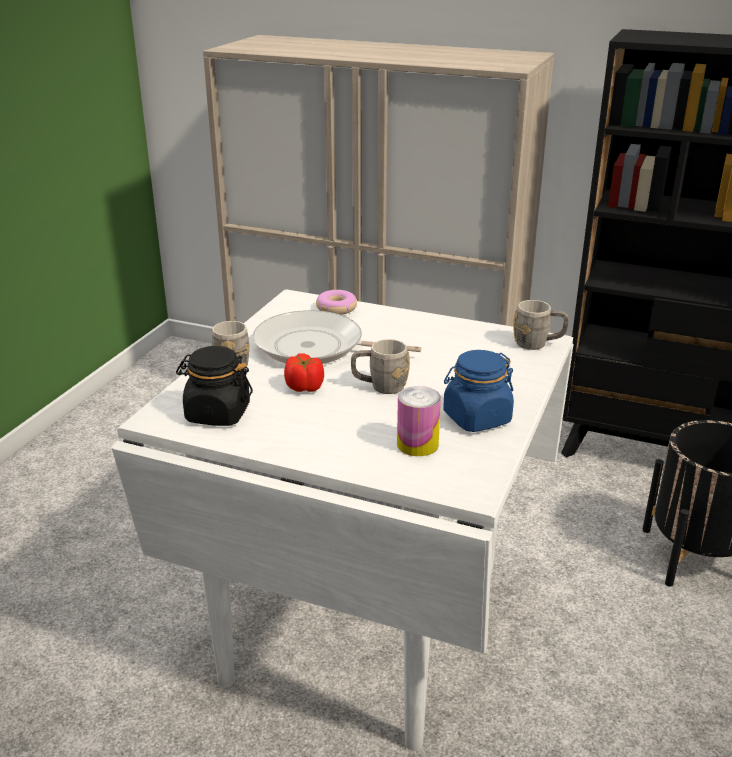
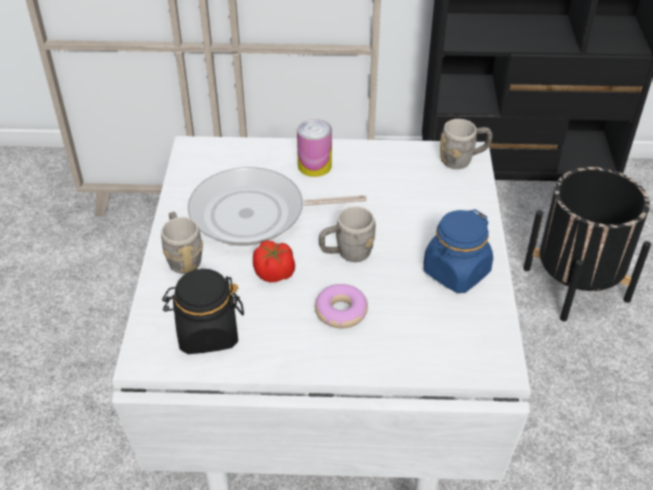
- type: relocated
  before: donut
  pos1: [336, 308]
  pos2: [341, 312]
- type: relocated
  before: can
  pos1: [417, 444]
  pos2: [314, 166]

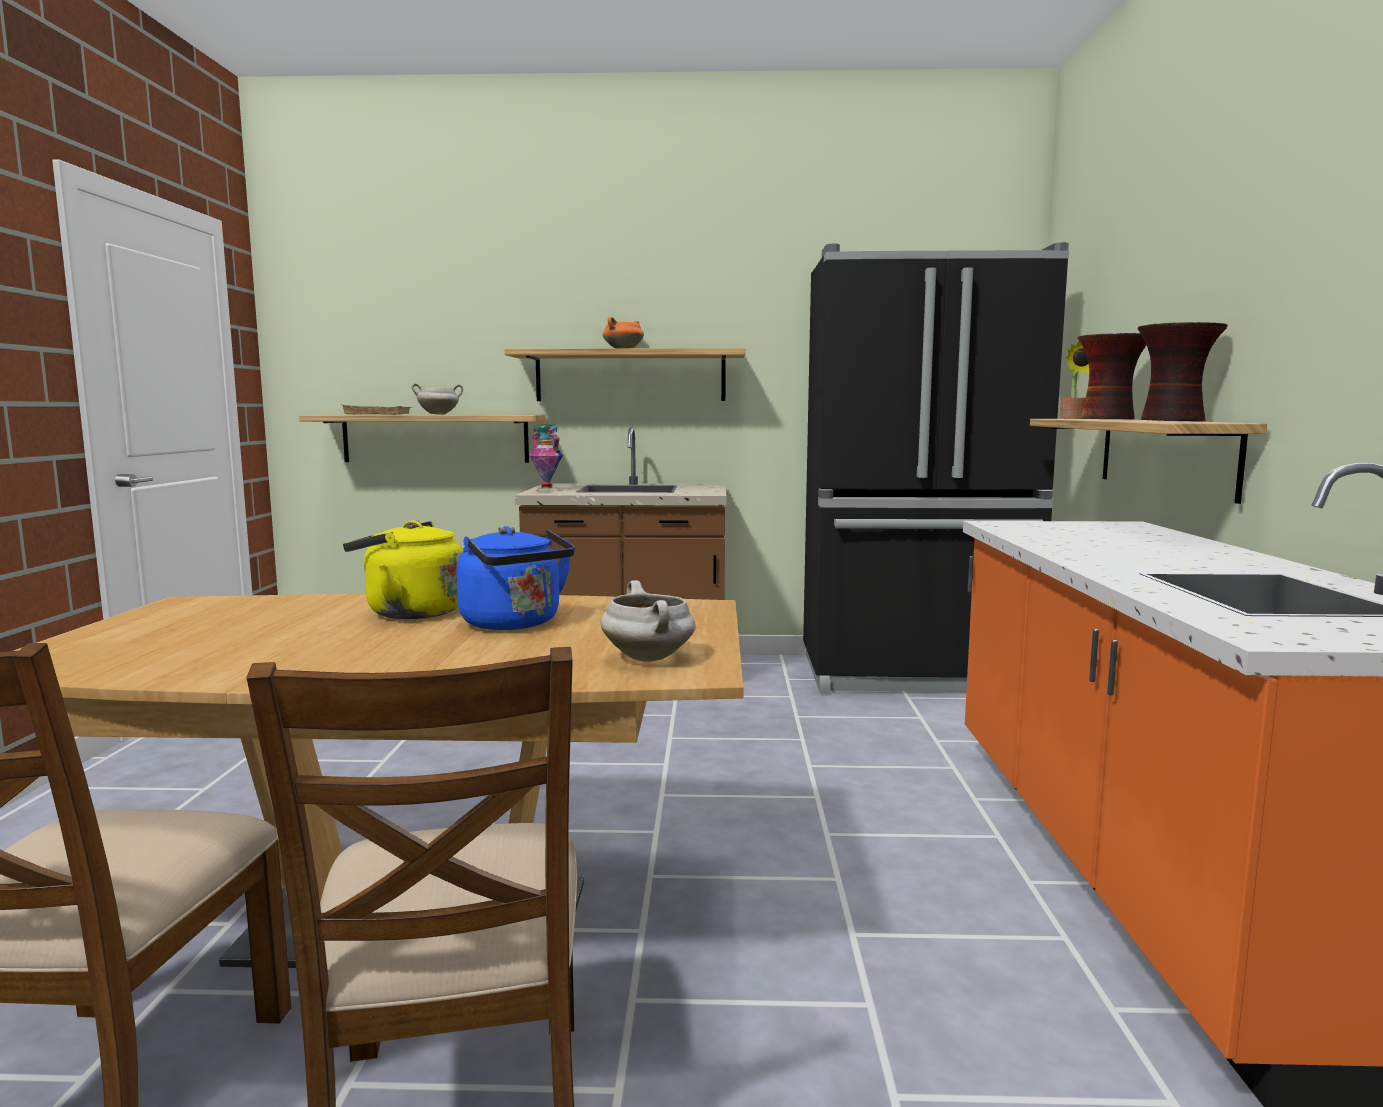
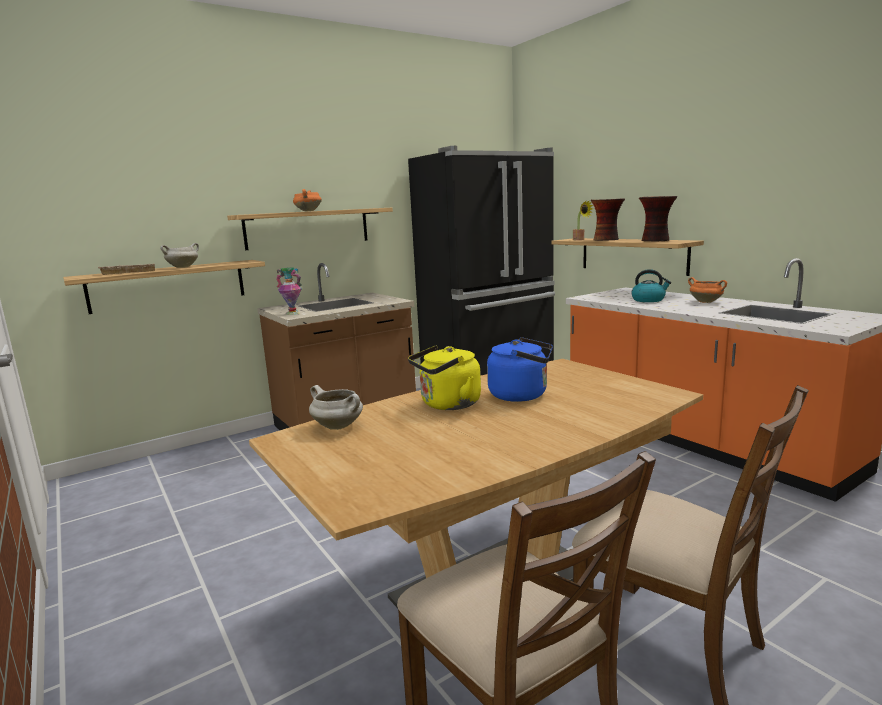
- type: appeared
  after: kettle
  pos2: [648, 300]
- type: appeared
  after: orange_cooking_pot
  pos2: [706, 302]
- type: relocated
  before: white_cooking_pot
  pos1: [650, 658]
  pos2: [339, 426]

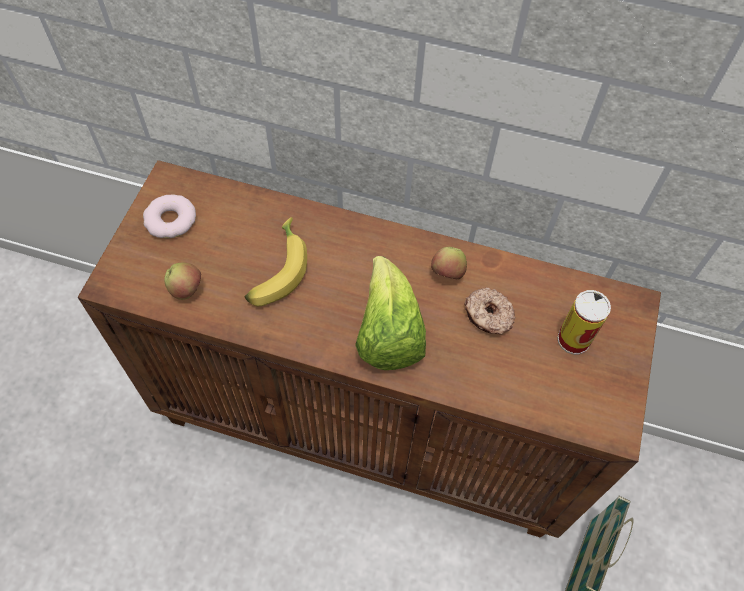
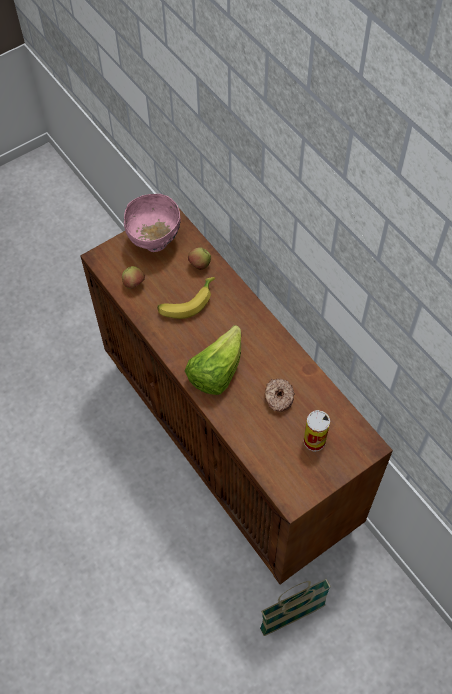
- type: relocated
  before: apple
  pos1: [447, 273]
  pos2: [199, 265]
- type: exchanged
  before: donut
  after: pink_bowl
  pos1: [171, 220]
  pos2: [155, 241]

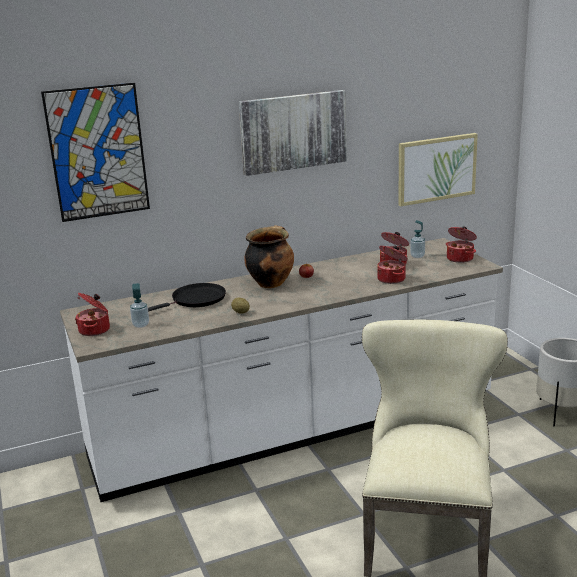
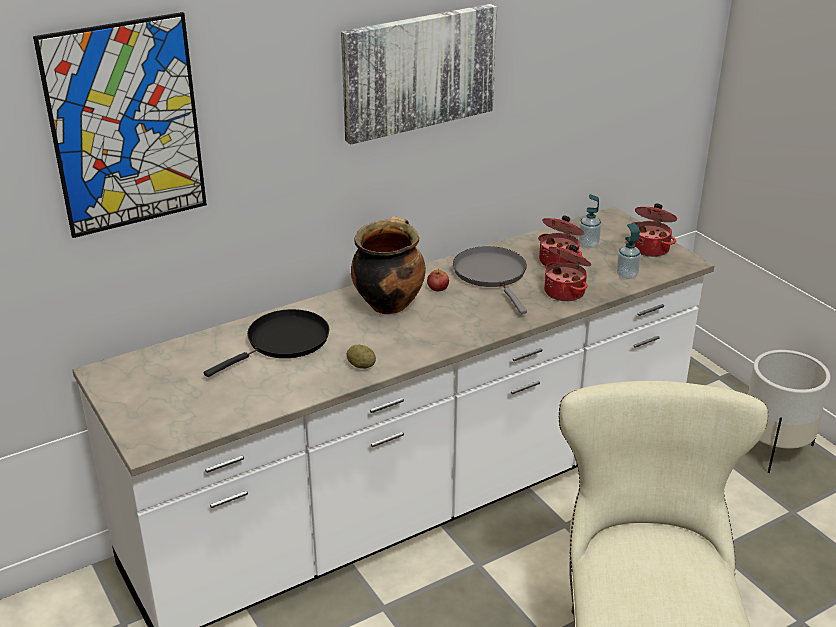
- type: missing
  before: cooking_pot
  pos1: [95, 330]
- type: missing
  before: picture
  pos1: [436, 168]
- type: appeared
  after: grey_frying_pan
  pos2: [492, 274]
- type: relocated
  before: soap_dispenser
  pos1: [141, 325]
  pos2: [626, 275]

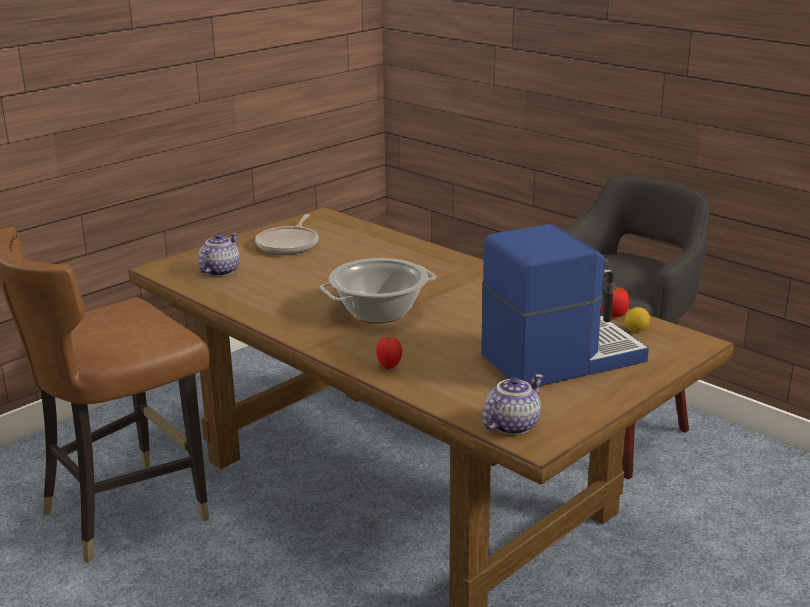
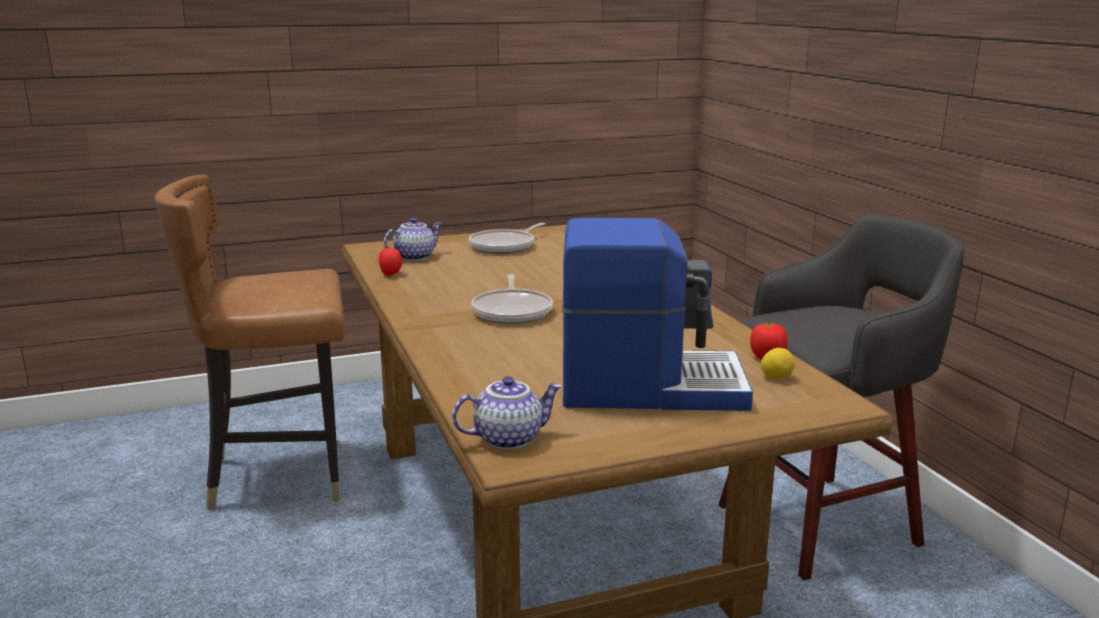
- type: relocated
  before: tomato
  pos1: [389, 366]
  pos2: [391, 274]
- type: exchanged
  before: cooking_pot
  after: frying_pan
  pos1: [379, 312]
  pos2: [512, 311]

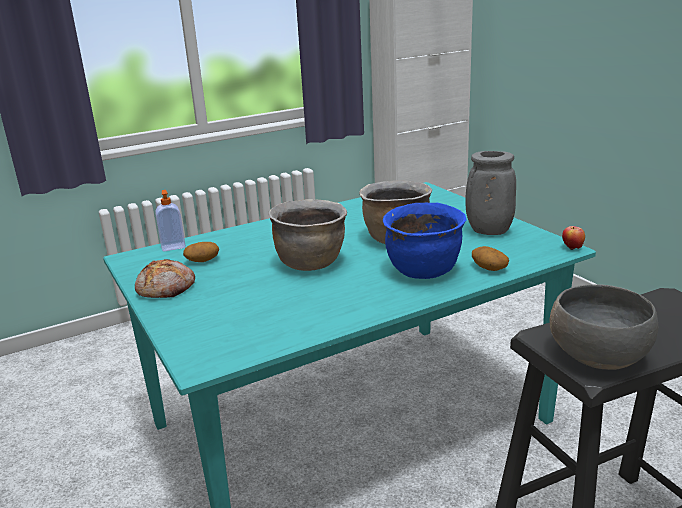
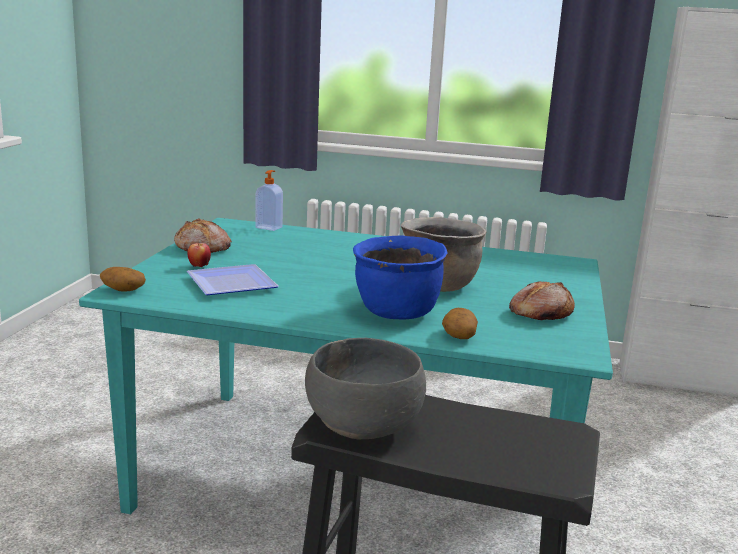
- type: missing
  before: brown_cooking_pot
  pos1: [311, 263]
- type: appeared
  after: plate
  pos2: [230, 285]
- type: relocated
  before: potato
  pos1: [202, 260]
  pos2: [123, 290]
- type: relocated
  before: apple
  pos1: [572, 248]
  pos2: [199, 266]
- type: exchanged
  before: grey_vase
  after: bread
  pos1: [488, 231]
  pos2: [540, 313]

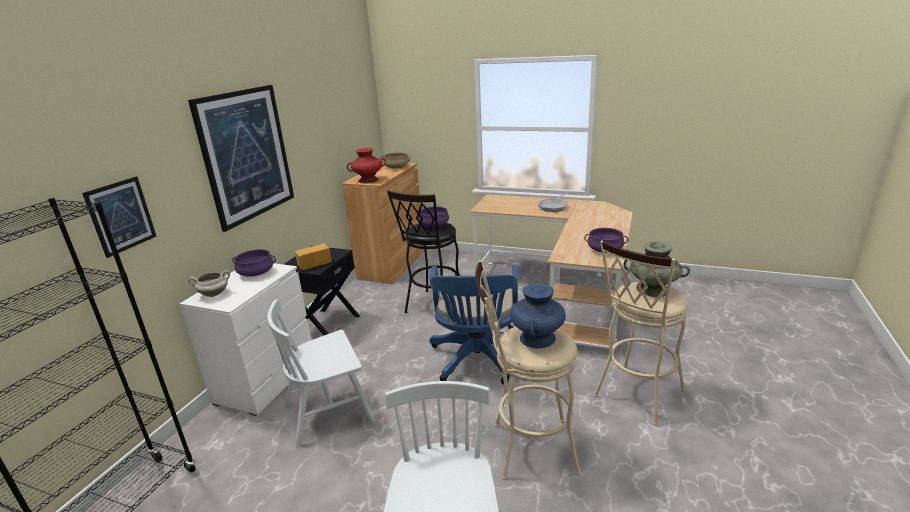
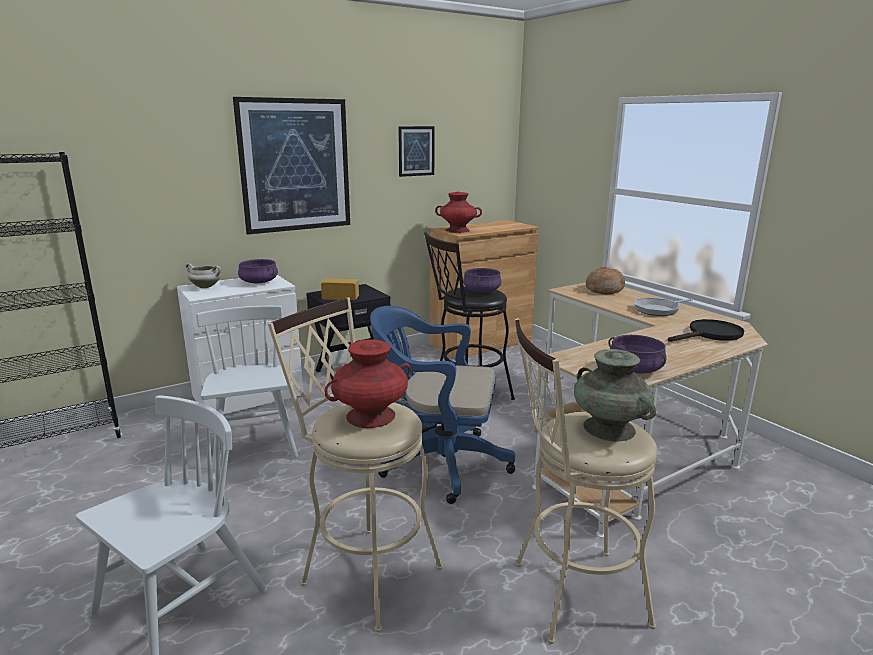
- type: missing
  before: beige_cooking_pot
  pos1: [396, 167]
- type: appeared
  after: bread
  pos2: [604, 289]
- type: appeared
  after: black_frying_pan
  pos2: [710, 335]
- type: relocated
  before: picture
  pos1: [121, 216]
  pos2: [416, 151]
- type: colour
  before: blue_vase
  after: red_vase
  pos1: [537, 338]
  pos2: [370, 416]
- type: spun
  before: white_chair
  pos1: [329, 412]
  pos2: [254, 443]
  turn: 60
- type: spun
  before: blue_office_chair
  pos1: [477, 361]
  pos2: [437, 462]
  turn: 60

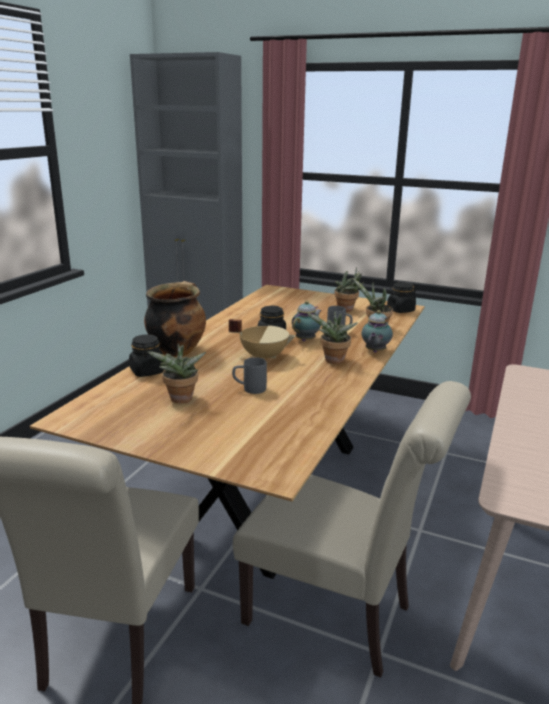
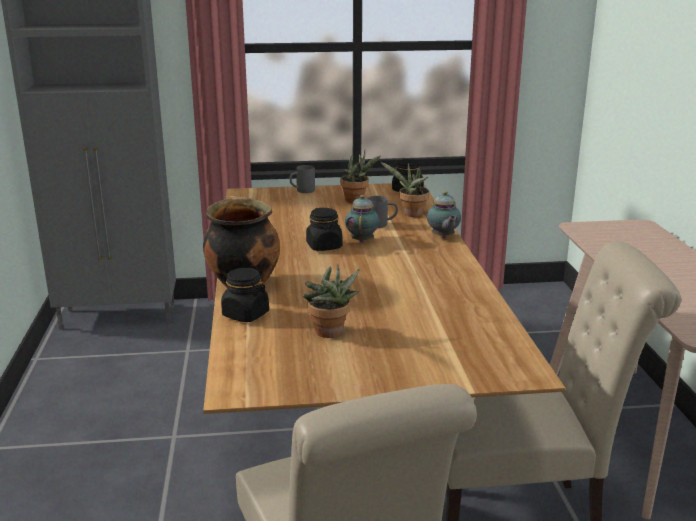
- type: missing
  before: beige_cooking_pot
  pos1: [263, 356]
- type: missing
  before: potted_plant
  pos1: [333, 361]
- type: relocated
  before: grey_mug
  pos1: [249, 389]
  pos2: [302, 191]

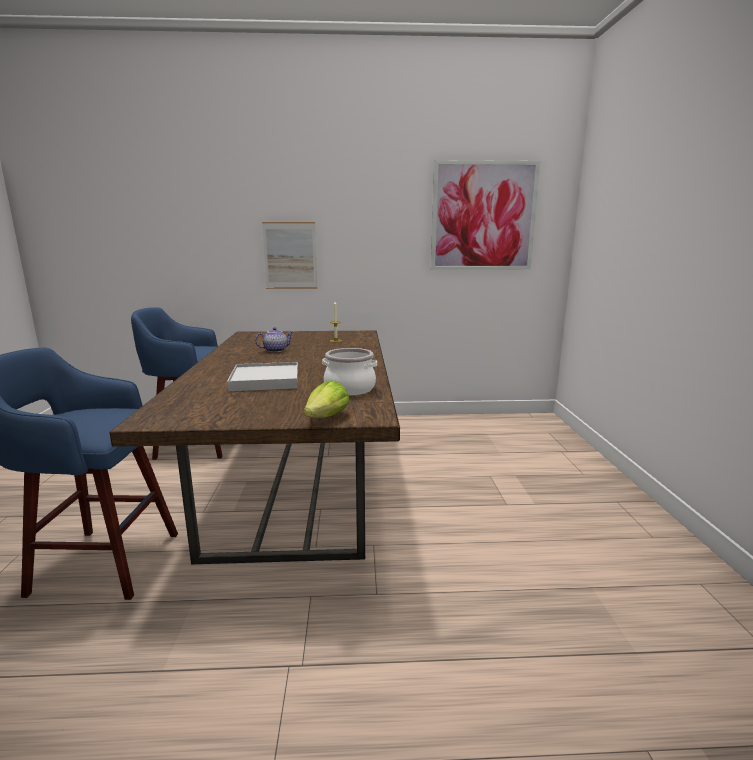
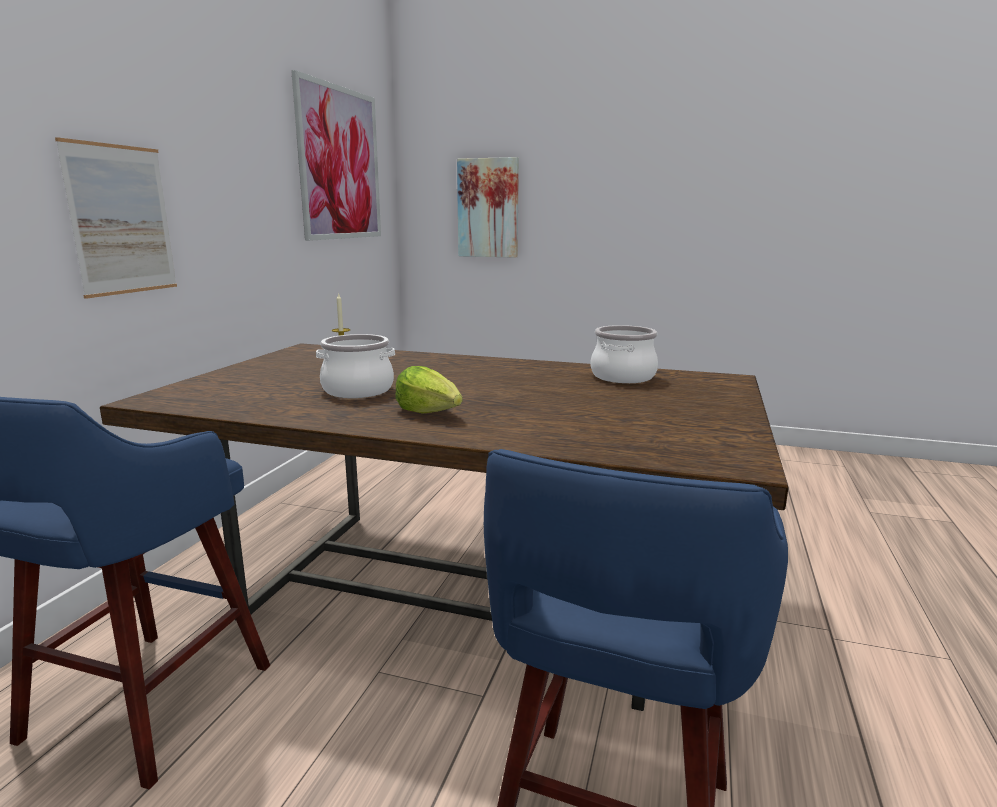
- type: missing
  before: white_tray
  pos1: [265, 380]
- type: appeared
  after: picture
  pos2: [488, 208]
- type: relocated
  before: lettuce
  pos1: [327, 417]
  pos2: [430, 412]
- type: exchanged
  before: teapot
  after: cooking_pot
  pos1: [275, 350]
  pos2: [358, 390]

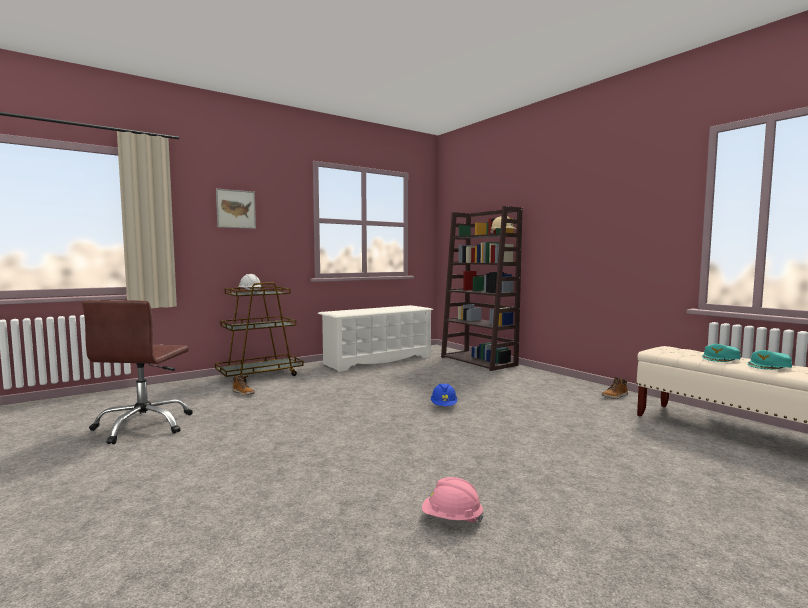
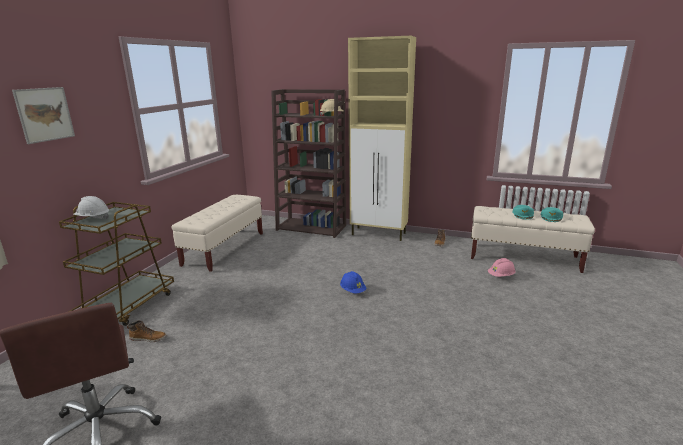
- type: appeared
  after: beige_cabinet
  pos2: [379, 234]
- type: relocated
  before: pink_hard_hat
  pos1: [451, 519]
  pos2: [501, 276]
- type: exchanged
  before: white_shoe_rack
  after: beige_bench
  pos1: [378, 360]
  pos2: [224, 249]

